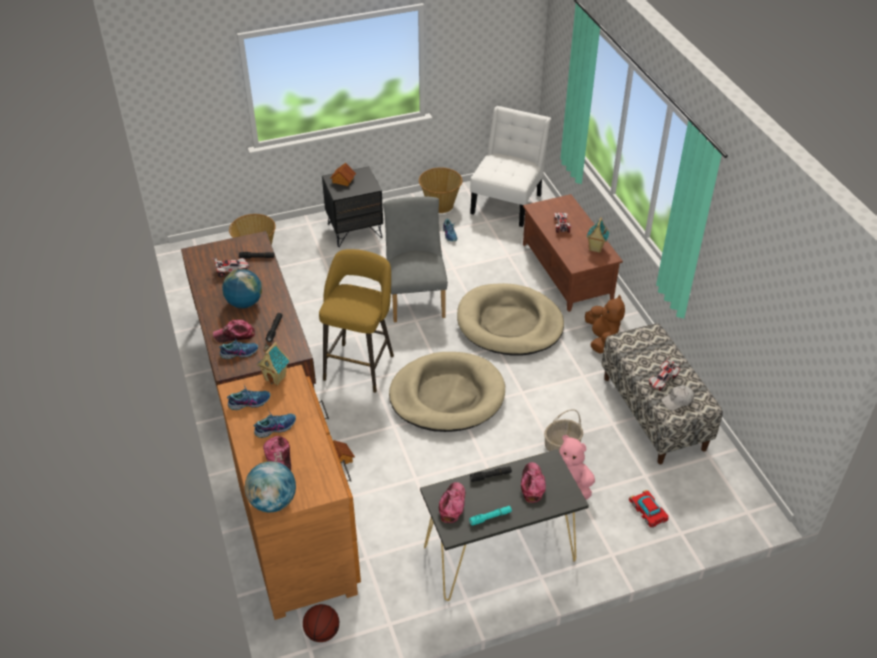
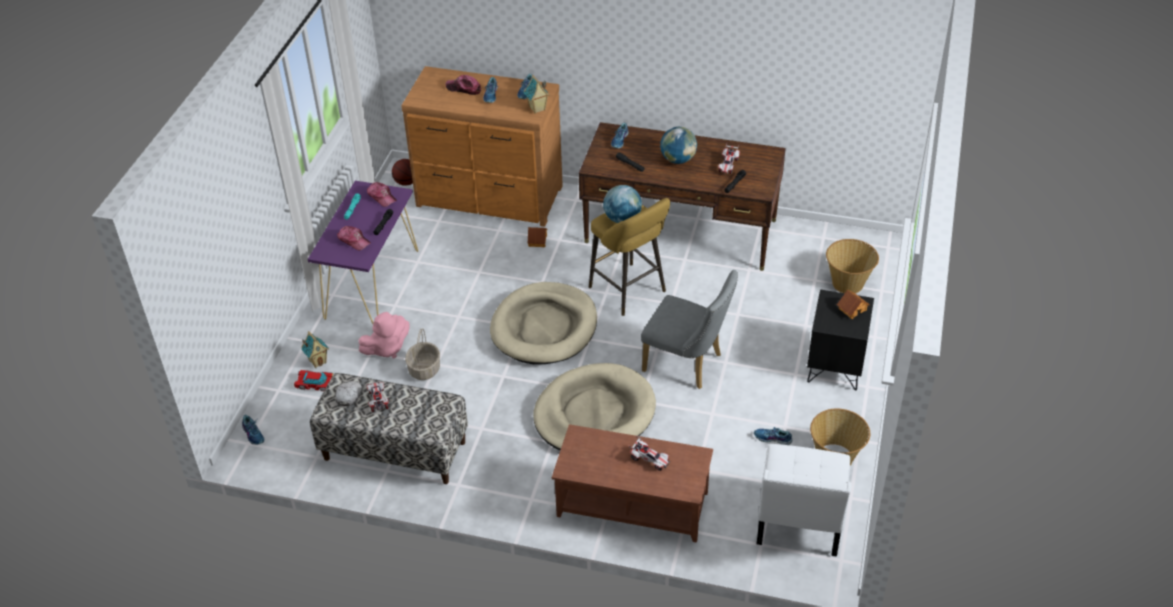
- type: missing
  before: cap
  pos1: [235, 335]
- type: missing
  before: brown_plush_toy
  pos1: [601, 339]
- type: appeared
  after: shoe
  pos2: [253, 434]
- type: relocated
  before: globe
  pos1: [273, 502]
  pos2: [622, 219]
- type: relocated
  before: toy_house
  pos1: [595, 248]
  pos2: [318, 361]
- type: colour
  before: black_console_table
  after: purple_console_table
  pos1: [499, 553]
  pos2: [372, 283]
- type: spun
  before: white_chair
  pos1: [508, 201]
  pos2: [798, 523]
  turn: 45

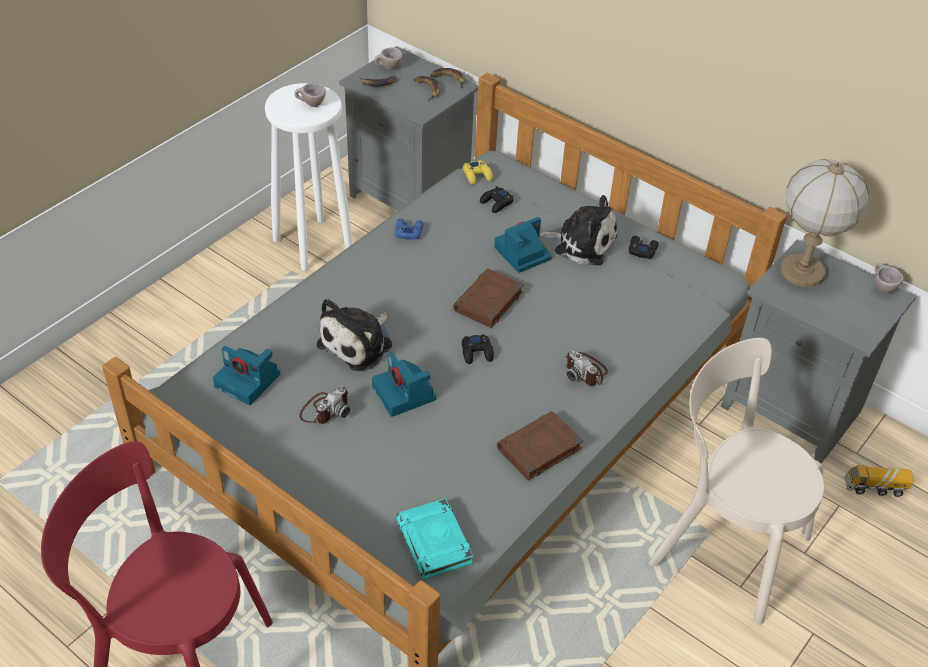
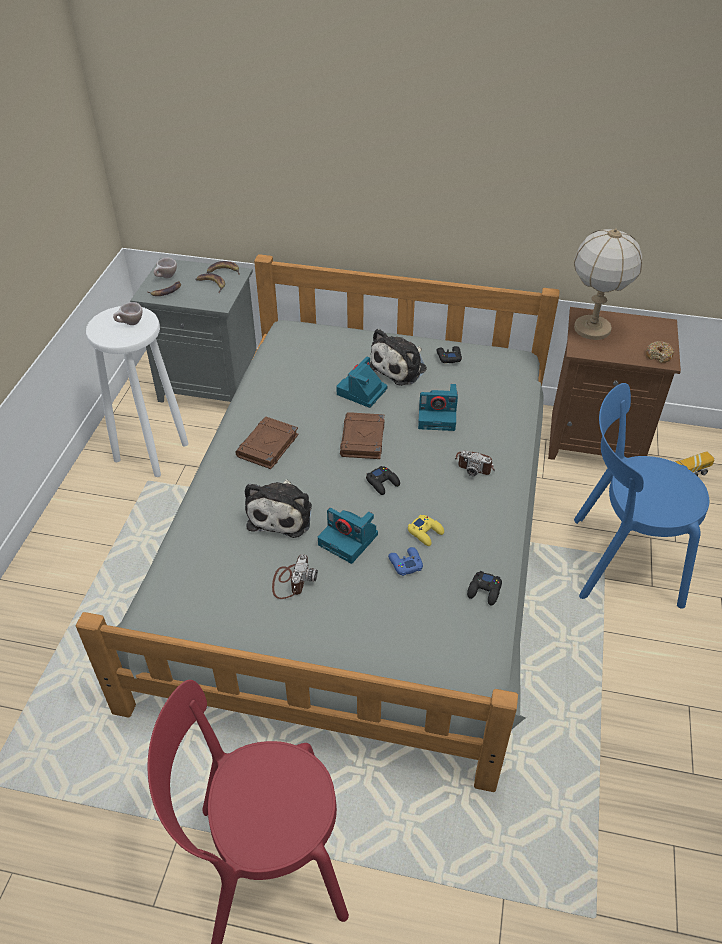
- type: missing
  before: turquoise_book
  pos1: [435, 543]
- type: missing
  before: beige_cup
  pos1: [881, 287]
- type: appeared
  after: donut
  pos2: [658, 355]
- type: relocated
  before: photo_camera
  pos1: [249, 381]
  pos2: [438, 416]
- type: relocated
  before: blue_game_controller
  pos1: [408, 231]
  pos2: [405, 563]
- type: relocated
  before: yellow_game_controller
  pos1: [477, 175]
  pos2: [425, 532]
- type: relocated
  before: black_game_controller
  pos1: [496, 203]
  pos2: [484, 591]
- type: relocated
  before: brown_book
  pos1: [538, 449]
  pos2: [267, 446]
- type: colour
  before: beige_chair
  after: blue_chair
  pos1: [722, 545]
  pos2: [619, 560]
- type: colour
  before: grey_nightstand
  after: brown_nightstand
  pos1: [794, 408]
  pos2: [597, 440]
- type: spun
  before: plush_toy
  pos1: [581, 242]
  pos2: [400, 367]
  turn: 135

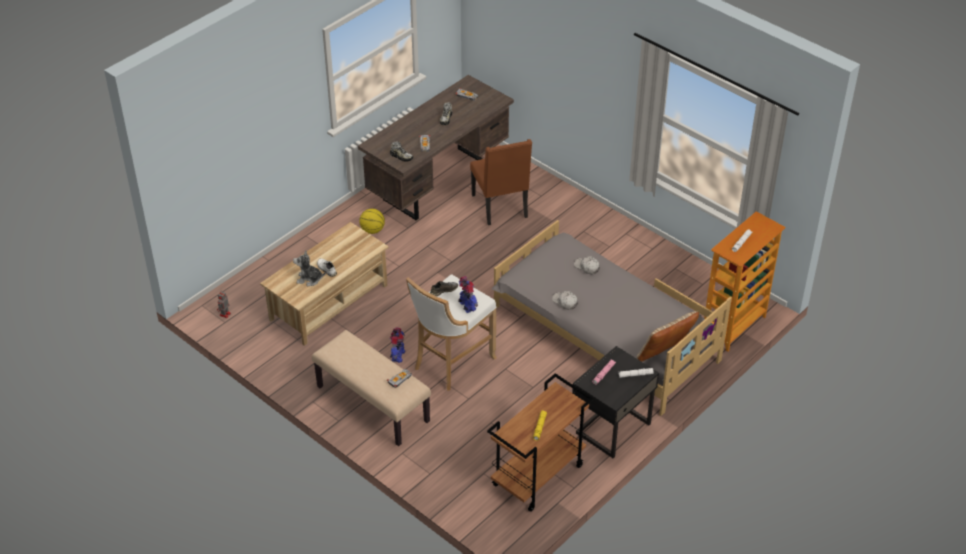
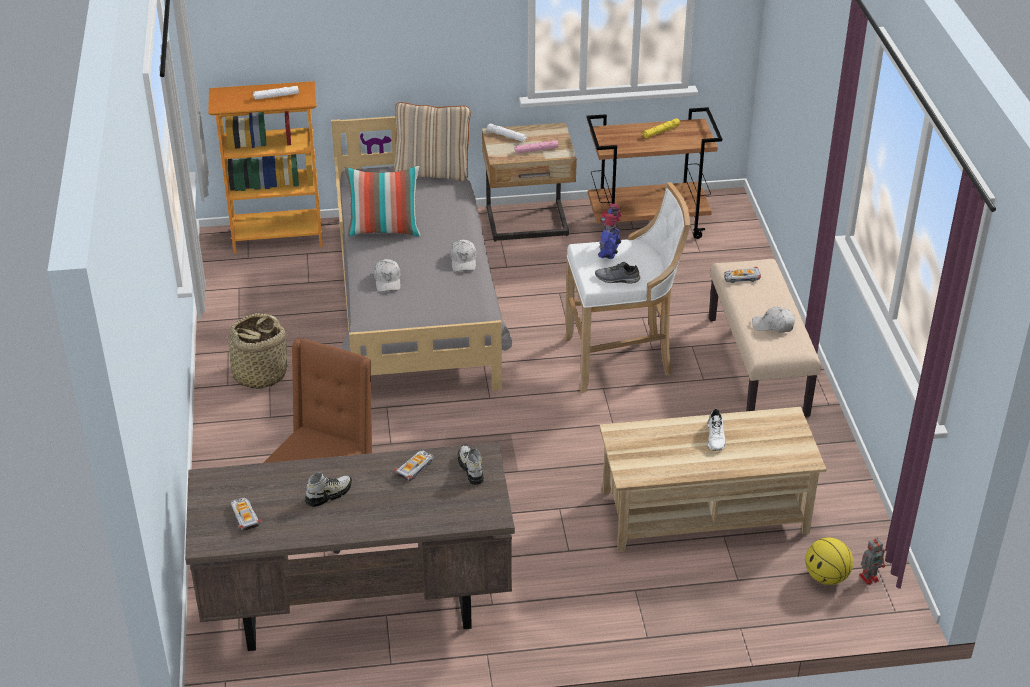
- type: missing
  before: plush_toy
  pos1: [309, 279]
- type: missing
  before: toy_robot
  pos1: [397, 356]
- type: appeared
  after: basket
  pos2: [259, 374]
- type: appeared
  after: pillow
  pos2: [384, 230]
- type: appeared
  after: white_cap
  pos2: [773, 325]
- type: relocated
  before: basketball
  pos1: [372, 230]
  pos2: [826, 577]
- type: colour
  before: black_nightstand
  after: beige_nightstand
  pos1: [611, 428]
  pos2: [528, 224]

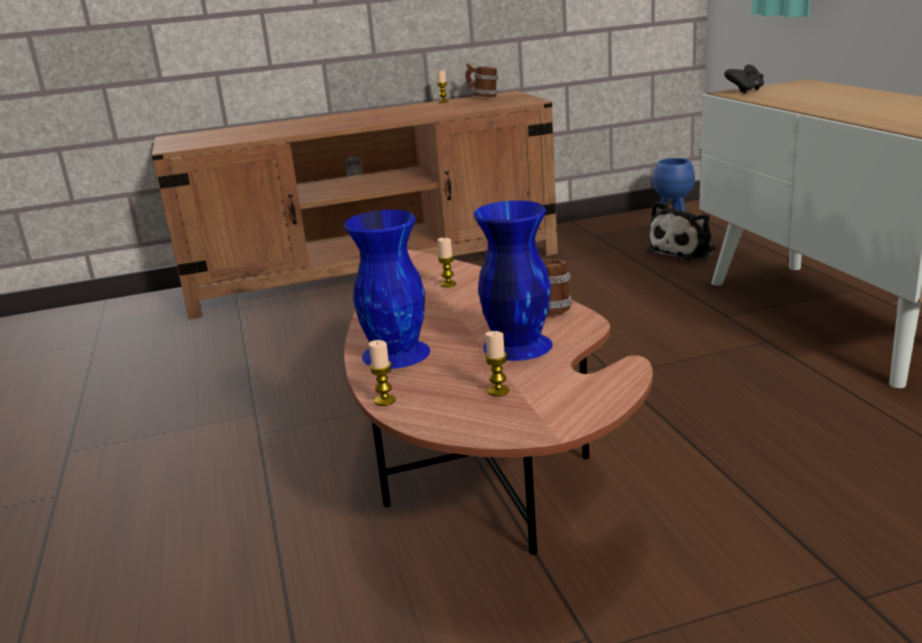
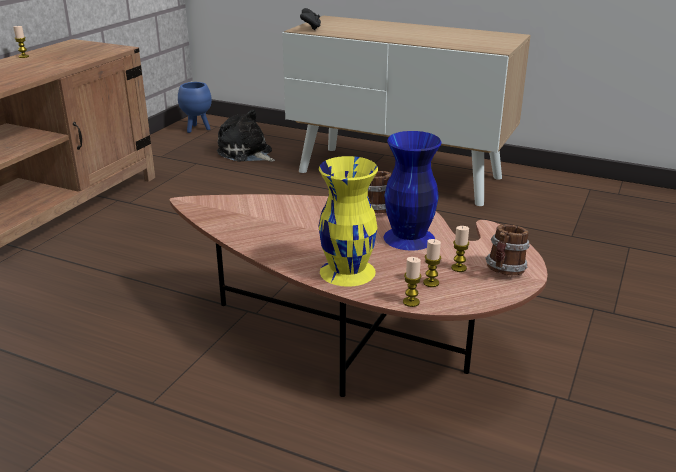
- type: relocated
  before: candle
  pos1: [448, 284]
  pos2: [431, 283]
- type: relocated
  before: mug
  pos1: [483, 97]
  pos2: [505, 271]
- type: colour
  before: blue_vase
  after: yellow_vase
  pos1: [397, 353]
  pos2: [348, 271]
- type: spun
  before: plush_toy
  pos1: [685, 251]
  pos2: [246, 153]
  turn: 135

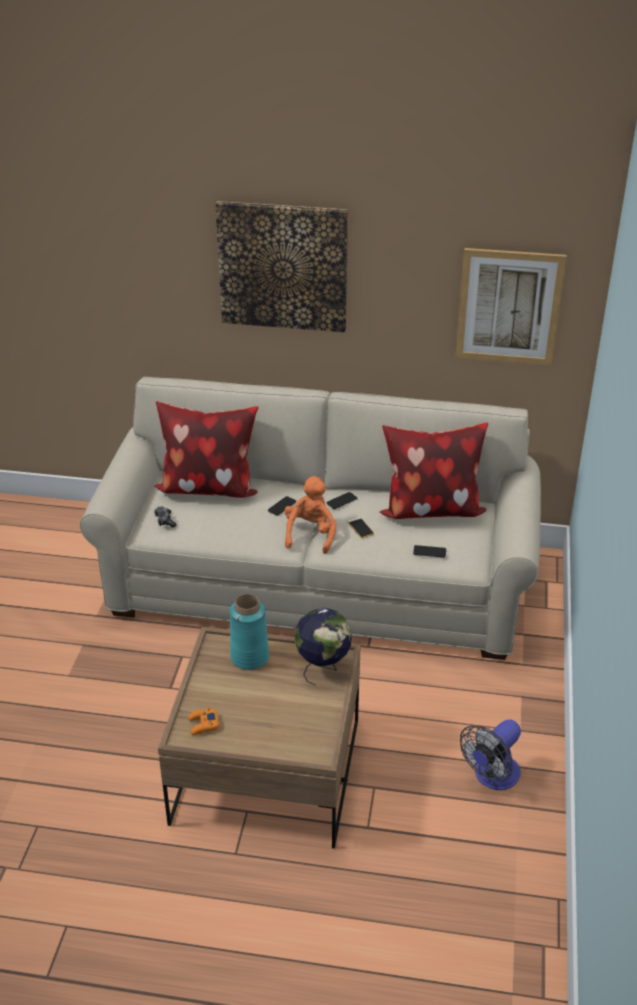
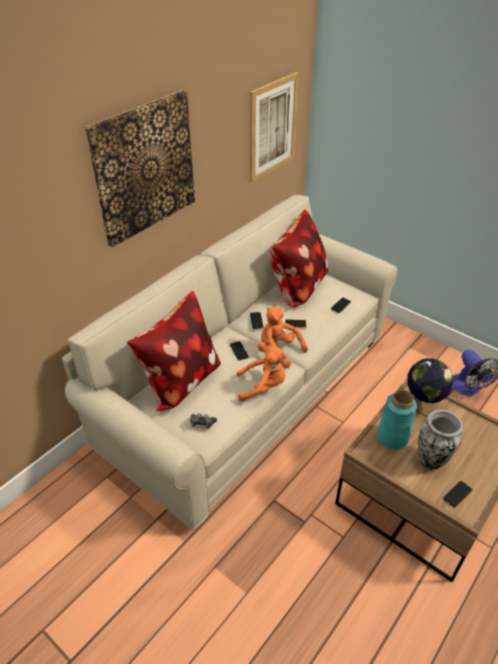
- type: appeared
  after: orange_plush_toy
  pos2: [263, 386]
- type: appeared
  after: vase
  pos2: [431, 460]
- type: exchanged
  before: orange_game_controller
  after: phone
  pos1: [203, 725]
  pos2: [457, 494]

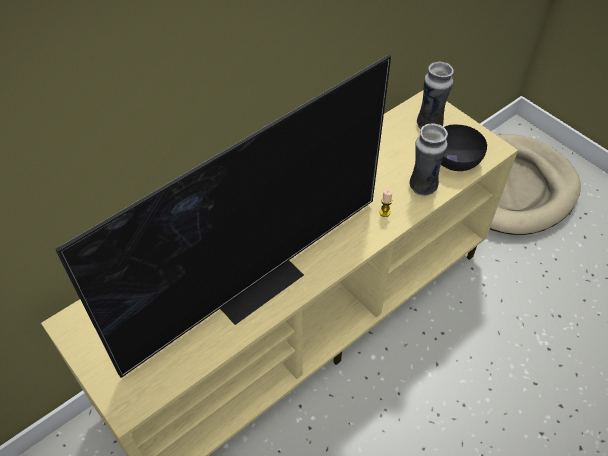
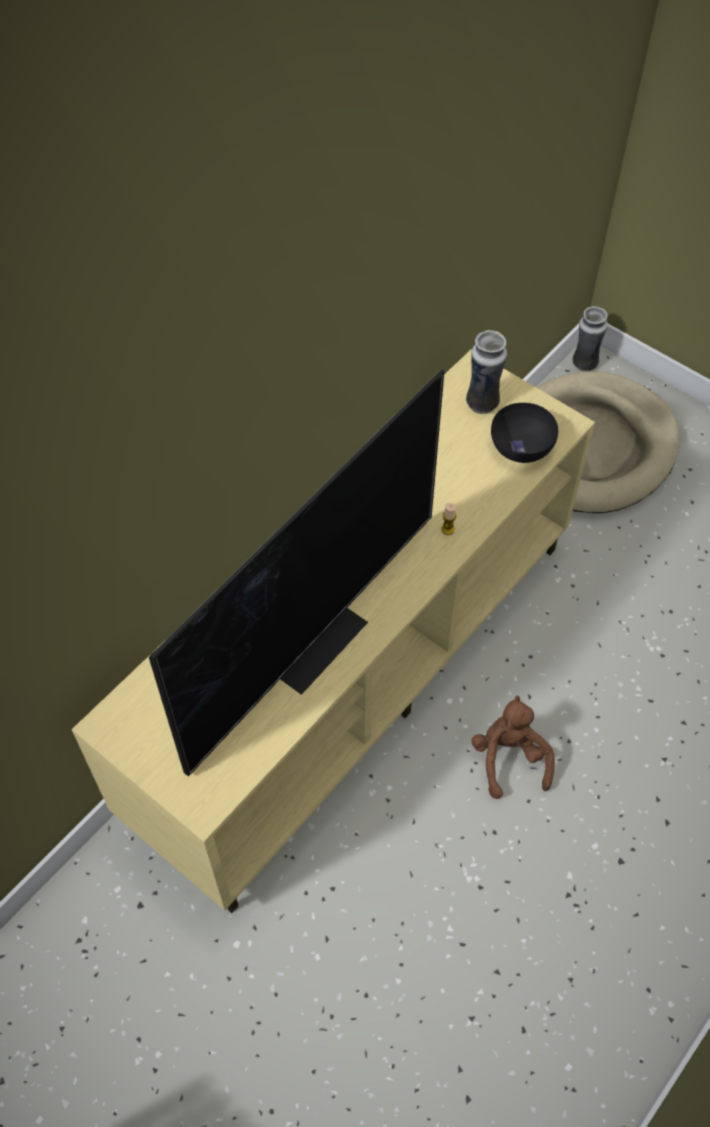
- type: appeared
  after: brown_plush_toy
  pos2: [509, 759]
- type: relocated
  before: vase
  pos1: [422, 187]
  pos2: [584, 364]

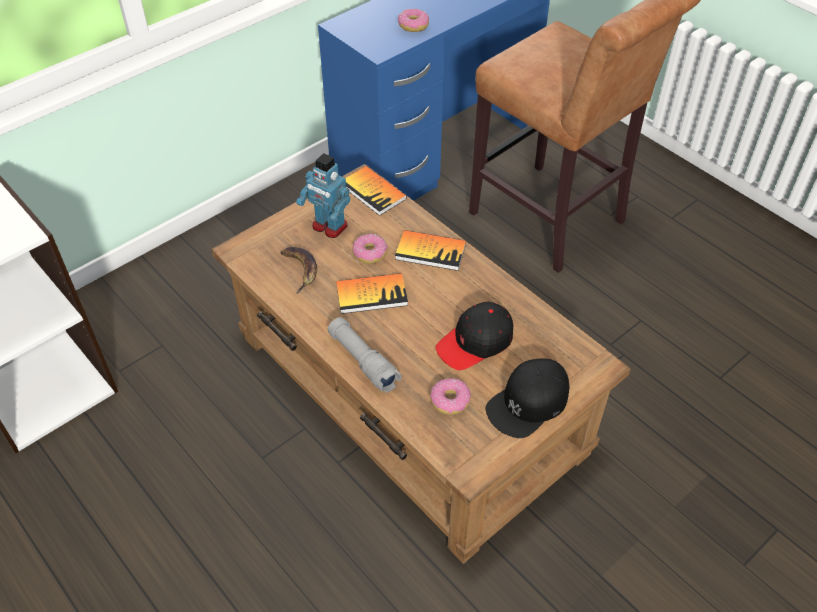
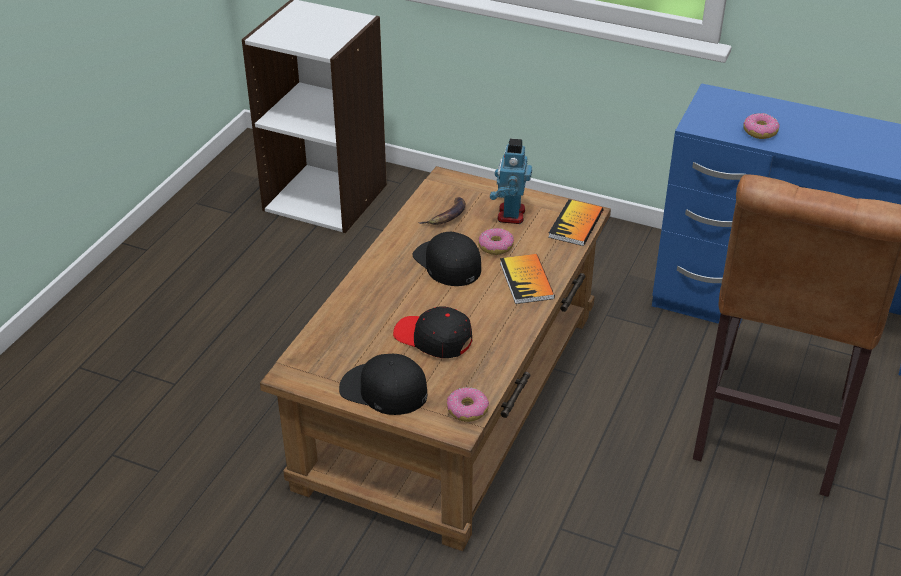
- type: missing
  before: grey_flashlight
  pos1: [363, 361]
- type: relocated
  before: donut
  pos1: [450, 401]
  pos2: [467, 410]
- type: exchanged
  before: book
  after: black_cap
  pos1: [371, 294]
  pos2: [447, 263]

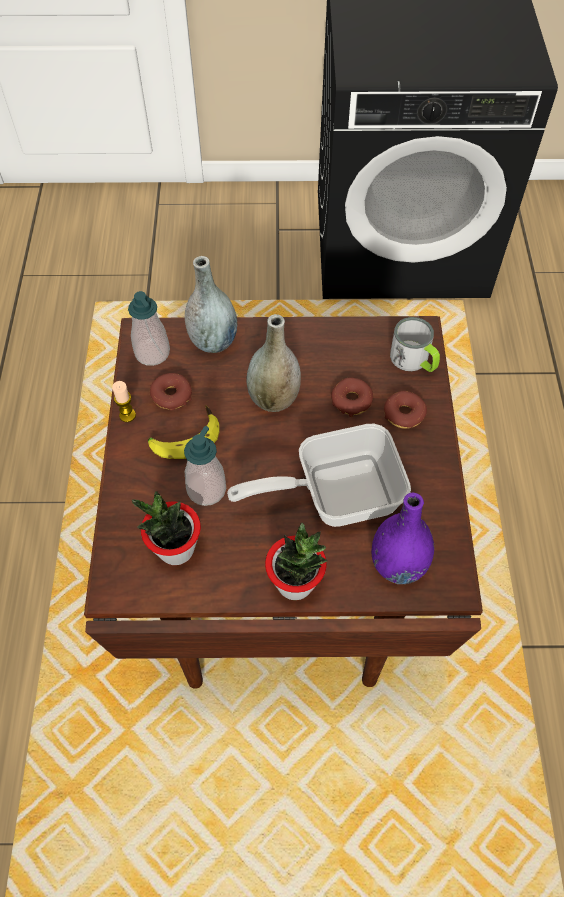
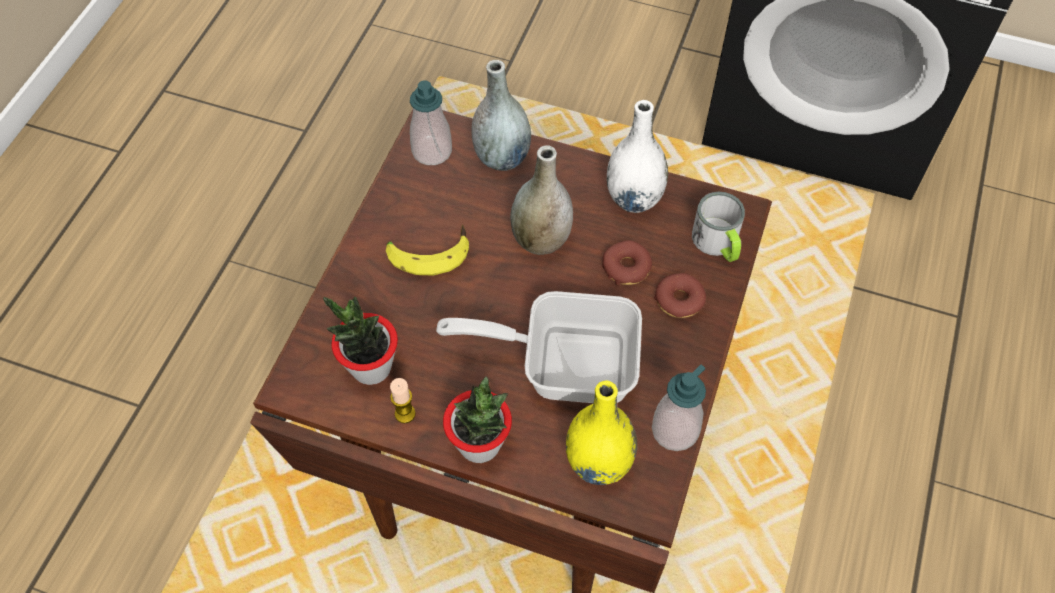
- type: missing
  before: donut
  pos1: [171, 395]
- type: appeared
  after: white_vase
  pos2: [633, 198]
- type: relocated
  before: candle
  pos1: [127, 415]
  pos2: [405, 413]
- type: relocated
  before: soap_dispenser
  pos1: [206, 489]
  pos2: [675, 430]
- type: colour
  before: purple_vase
  after: yellow_vase
  pos1: [397, 565]
  pos2: [598, 462]

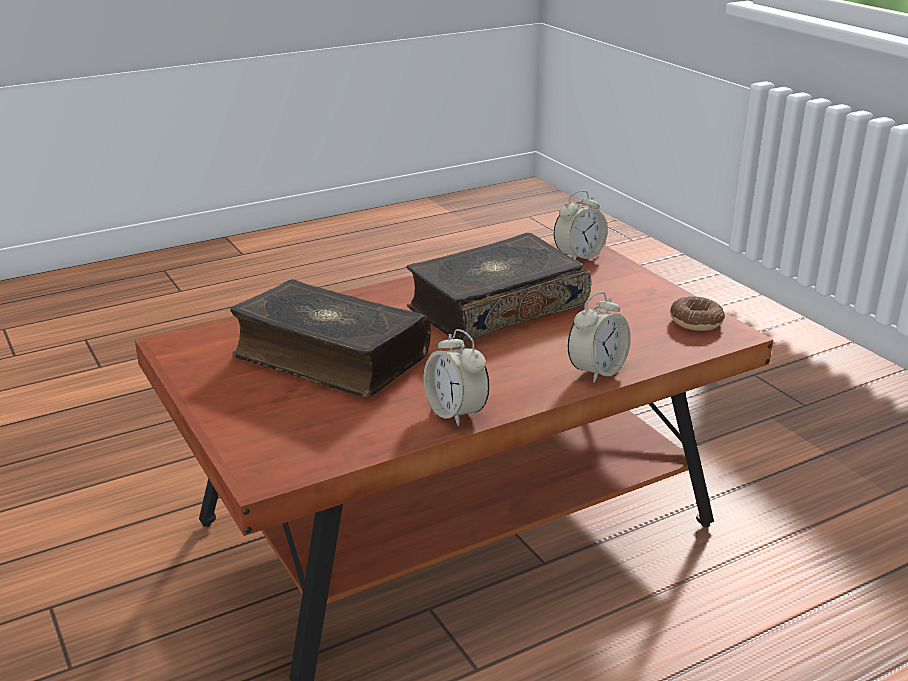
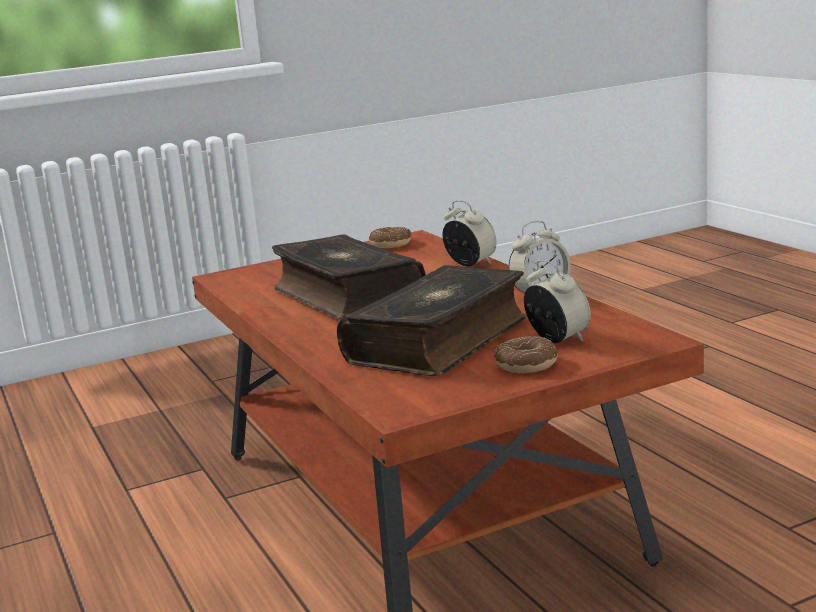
- type: appeared
  after: donut
  pos2: [526, 365]
- type: relocated
  before: alarm_clock
  pos1: [579, 256]
  pos2: [557, 339]

